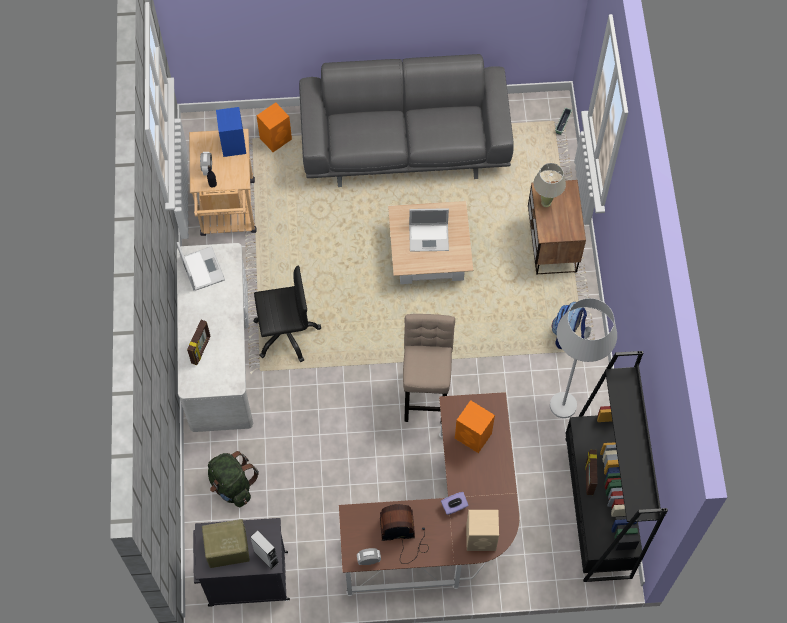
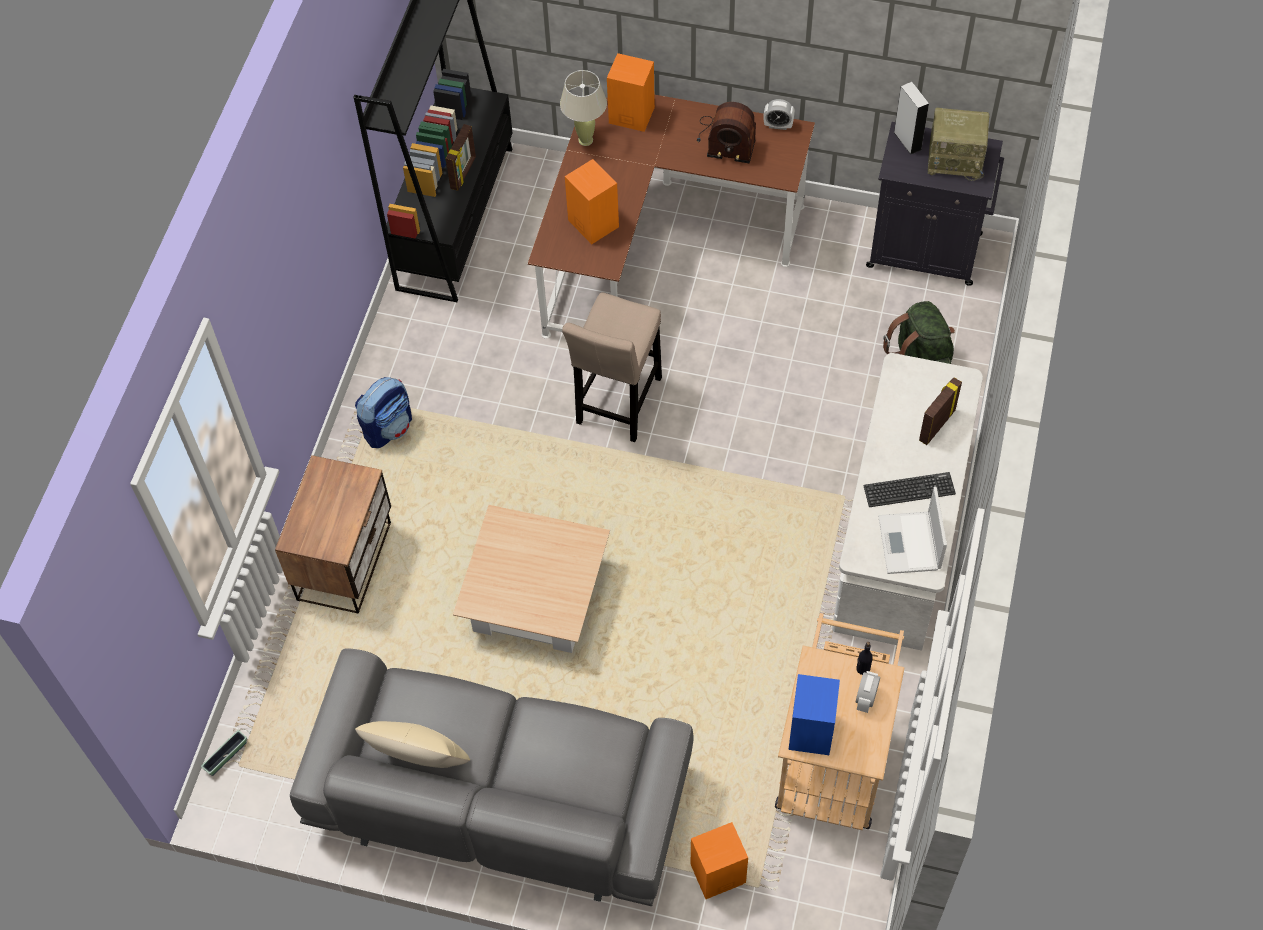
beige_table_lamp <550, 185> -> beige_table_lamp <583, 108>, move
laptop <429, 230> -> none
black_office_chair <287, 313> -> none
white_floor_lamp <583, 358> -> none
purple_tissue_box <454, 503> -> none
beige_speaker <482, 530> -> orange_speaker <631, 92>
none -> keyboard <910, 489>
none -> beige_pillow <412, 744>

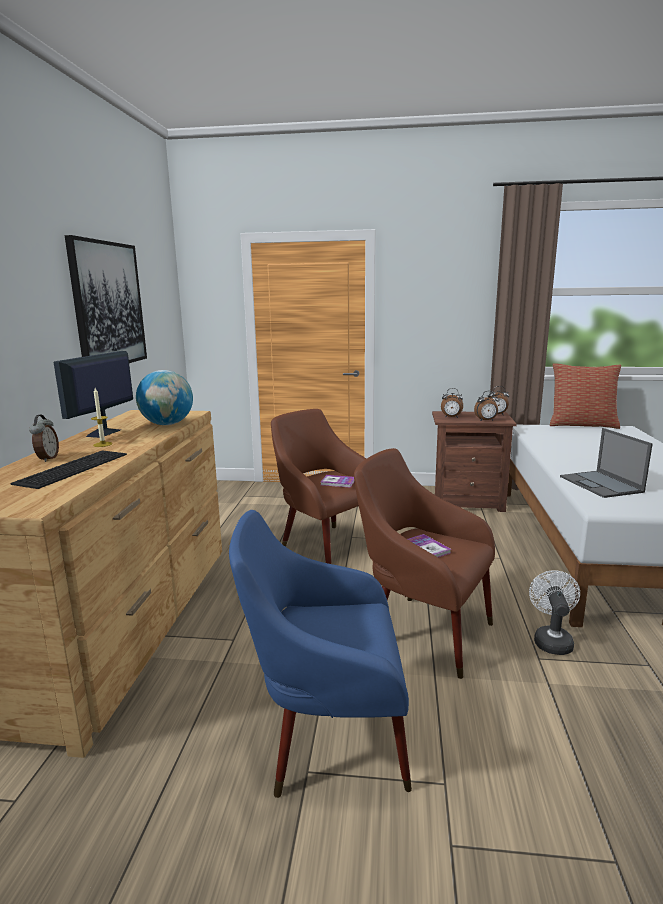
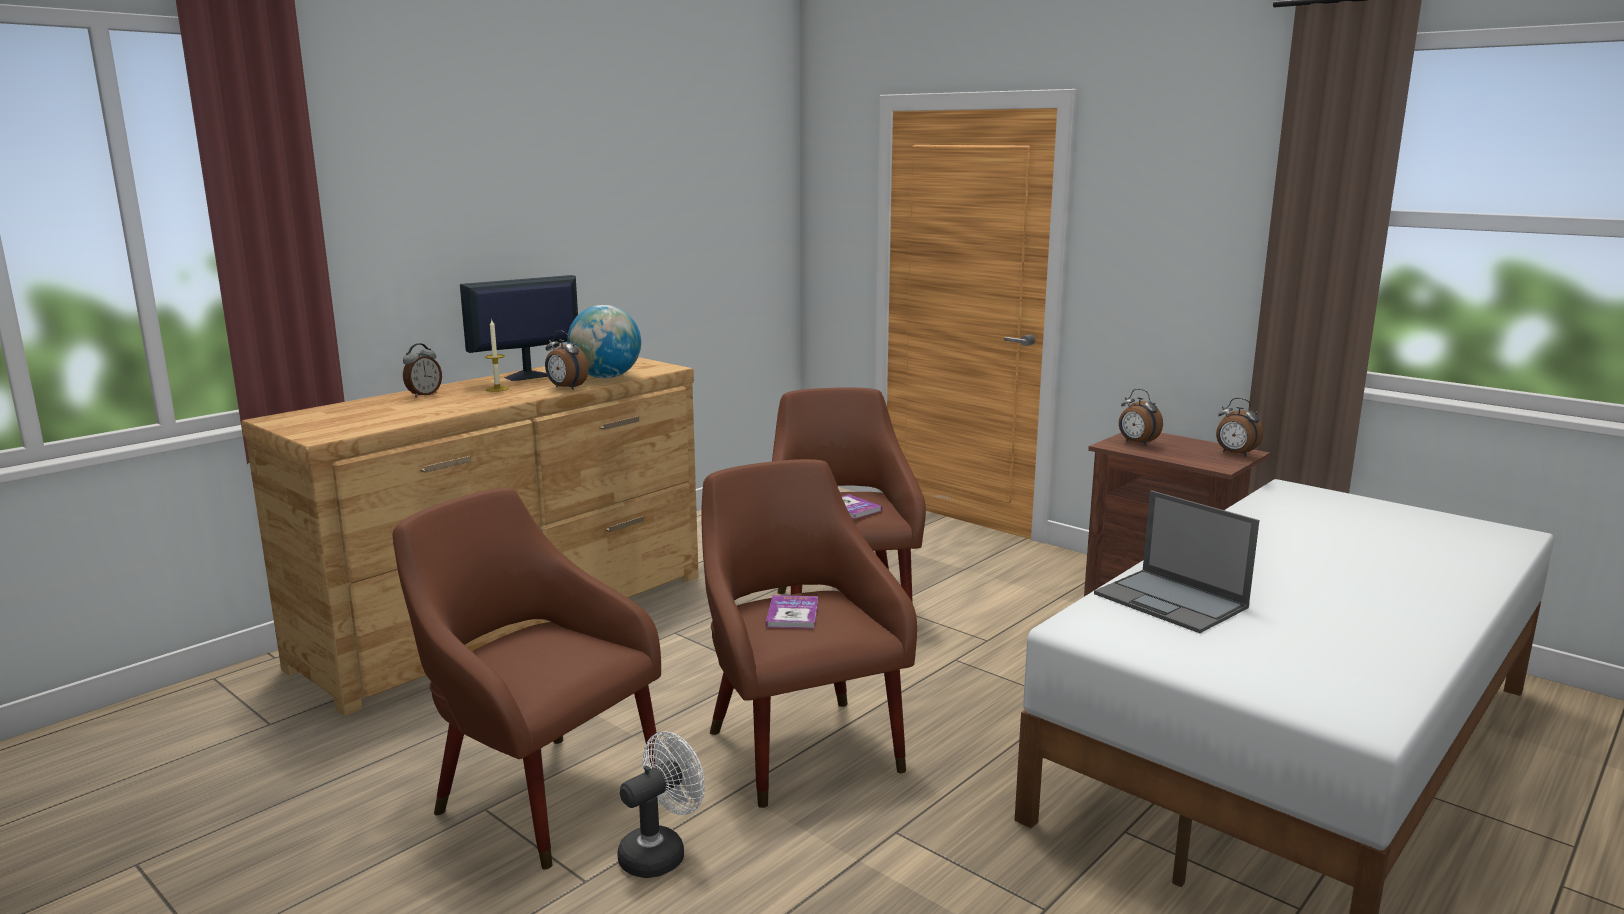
picture <106, 299> -> none
pillow <585, 396> -> none
alarm_clock <486, 406> -> alarm_clock <566, 360>, move
laptop <606, 463> -> laptop <1176, 561>, 60 degrees counterclockwise
keyboard <69, 470> -> none
blue_armchair <320, 654> -> brown_armchair <526, 678>
white_fan <554, 612> -> white_fan <661, 804>, move

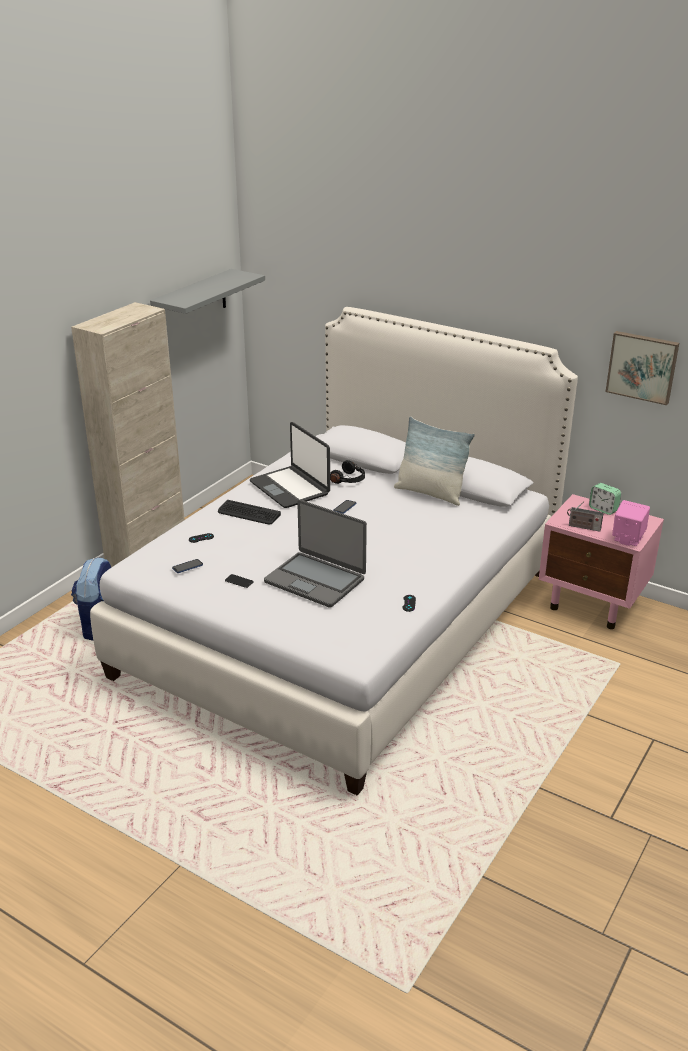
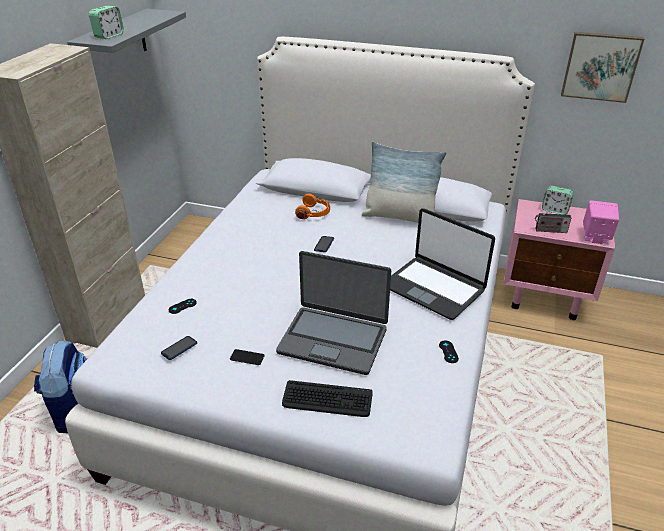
laptop <290, 465> -> laptop <442, 264>, move
black_headphones <347, 472> -> orange_headphones <312, 206>
keyboard <249, 512> -> keyboard <327, 398>, move
none -> alarm_clock <106, 22>

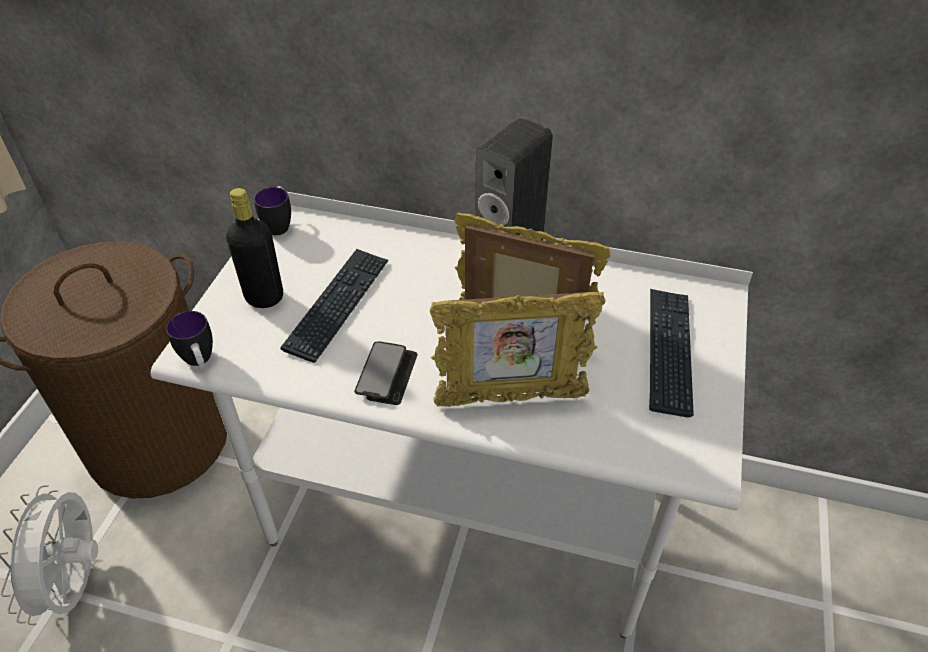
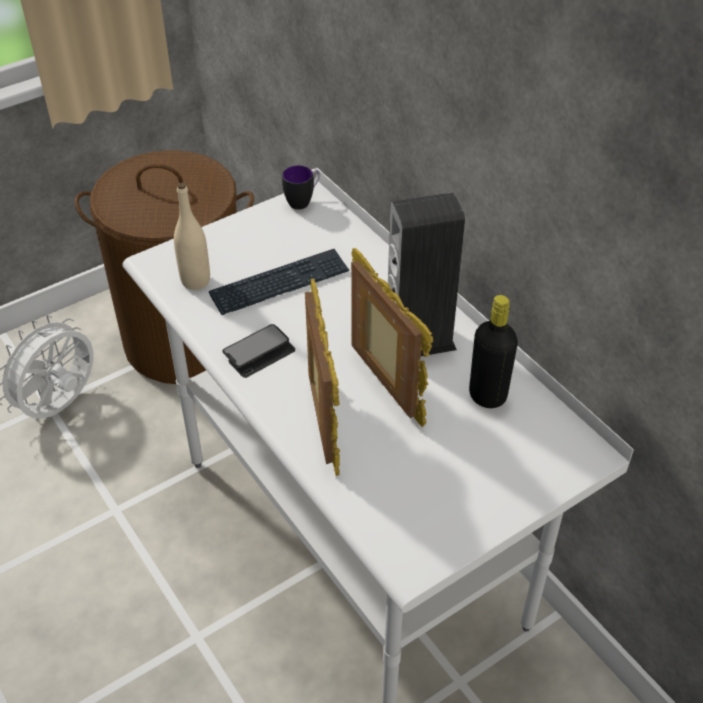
black_bottle <254, 248> -> black_bottle <493, 351>, move
keyboard <671, 353> -> none
picture_frame <518, 349> -> picture_frame <322, 377>, 135 degrees counterclockwise
mug <189, 338> -> none
none -> beige_bottle <192, 236>

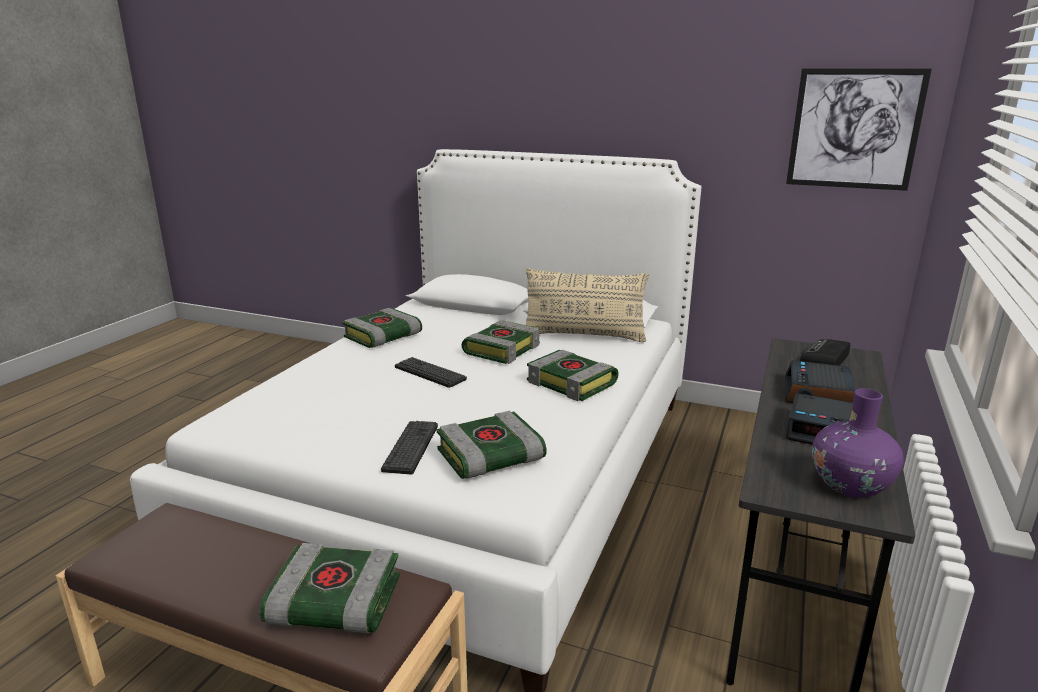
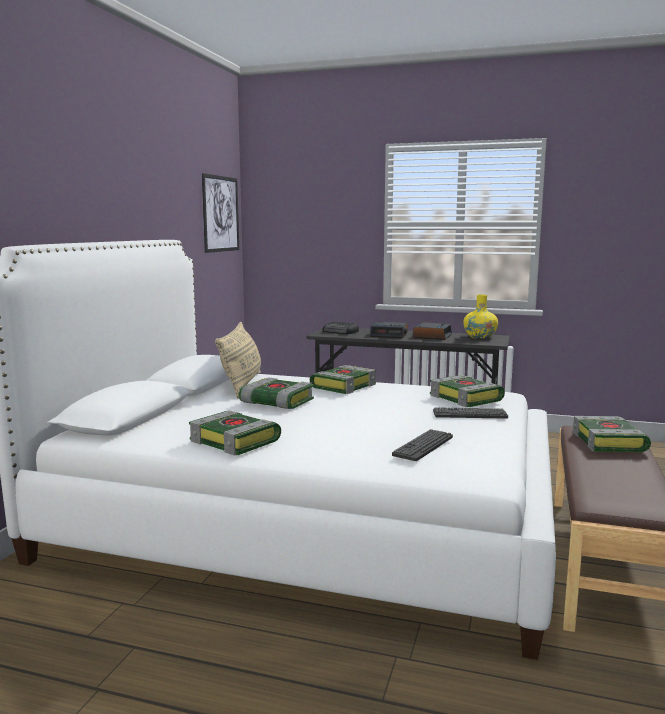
keyboard <431, 372> -> keyboard <422, 445>, move
purple_vase <858, 443> -> yellow_vase <480, 316>

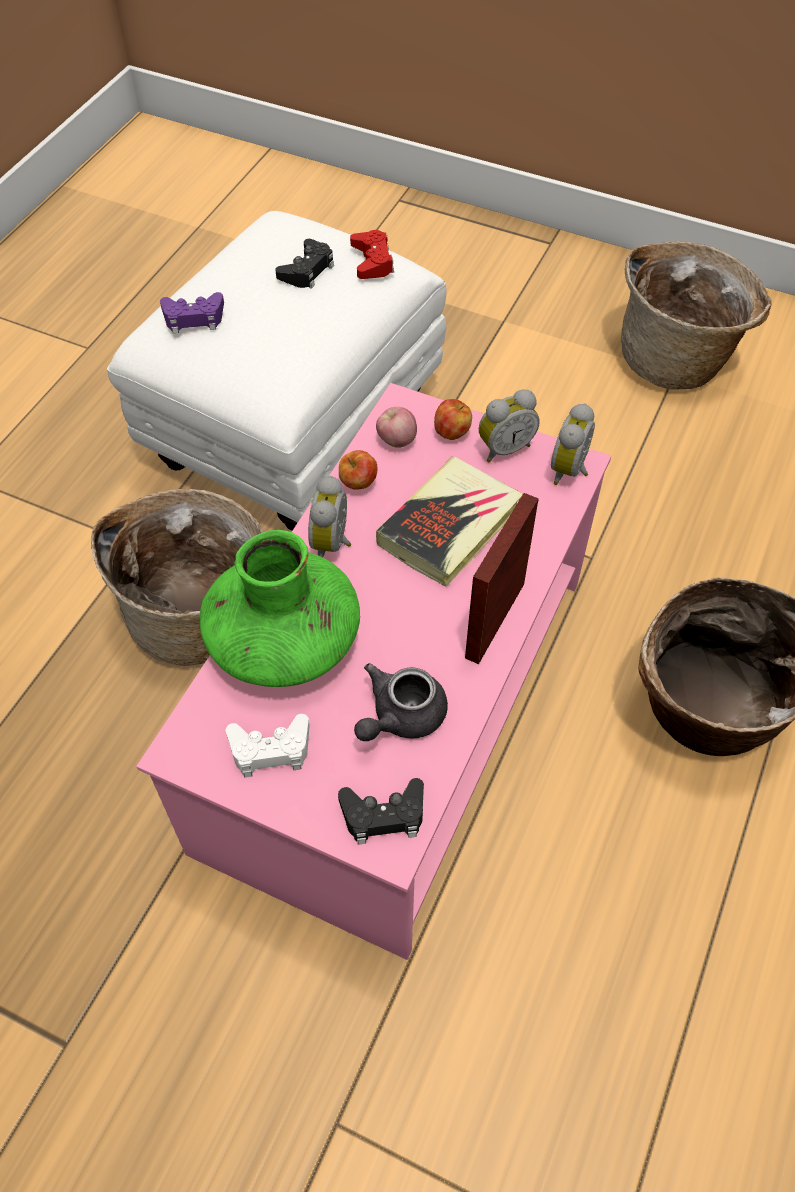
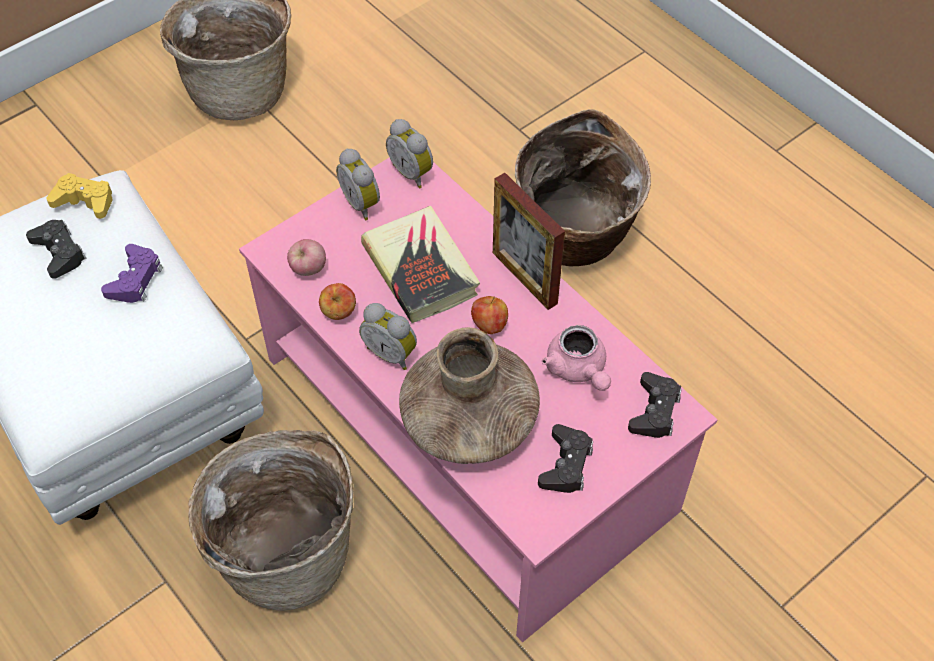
red_game_controller <372, 254> -> yellow_game_controller <79, 196>
purple_game_controller <192, 312> -> purple_game_controller <132, 273>, move
alarm_clock <509, 425> -> alarm_clock <358, 184>, 150 degrees clockwise
apple <453, 419> -> apple <489, 315>, move
green_vase <280, 608> -> brown_vase <469, 395>
grey_teapot <401, 702> -> pink_teapot <576, 358>
white_game_controller <268, 745> -> black_game_controller <565, 458>

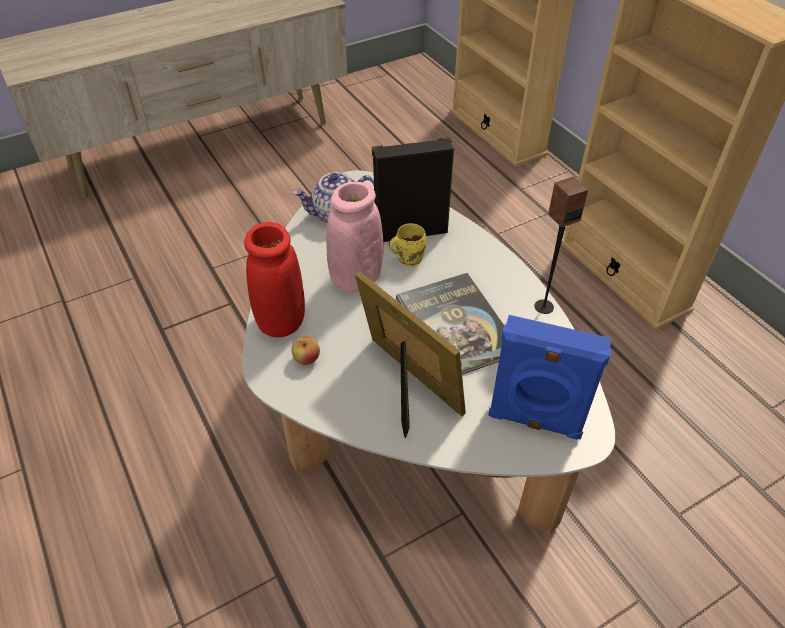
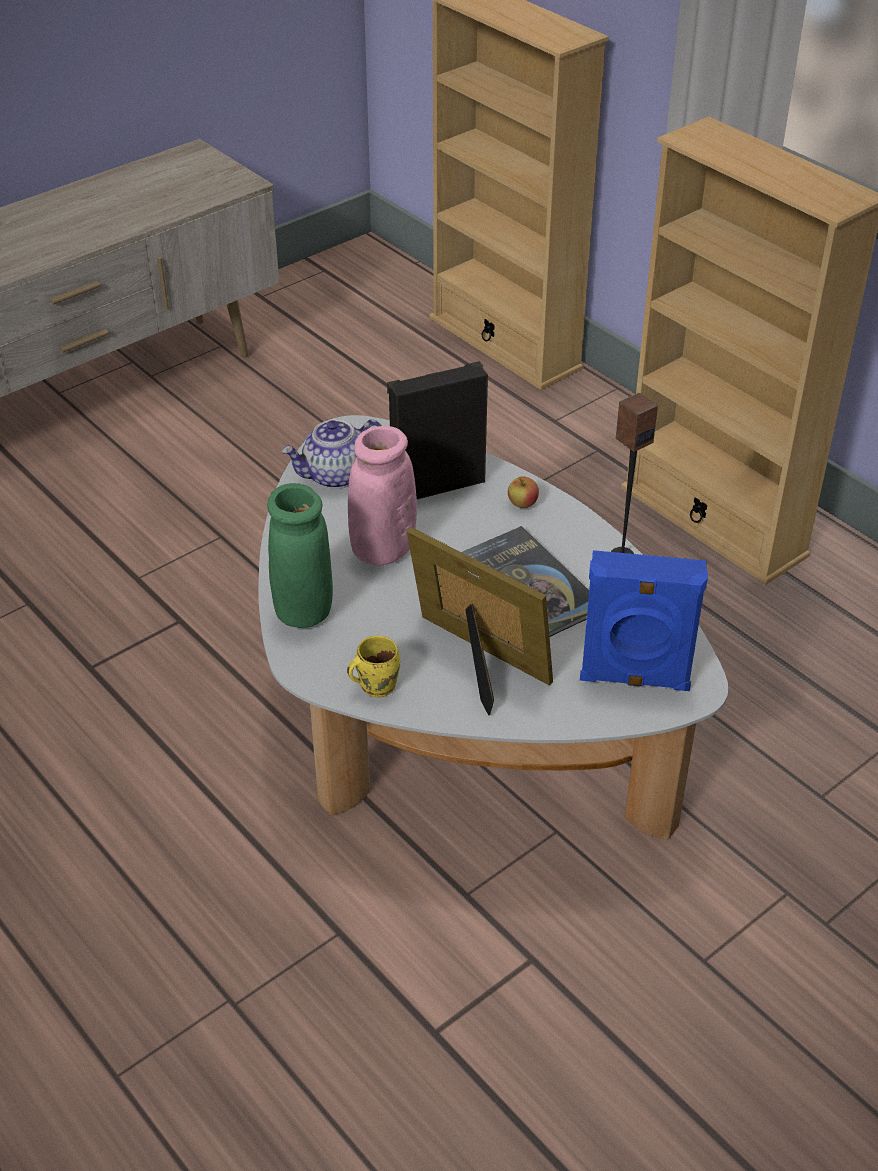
red_vase <274, 279> -> green_vase <300, 555>
yellow_mug <407, 245> -> yellow_mug <373, 666>, move
apple <305, 350> -> apple <523, 492>, move

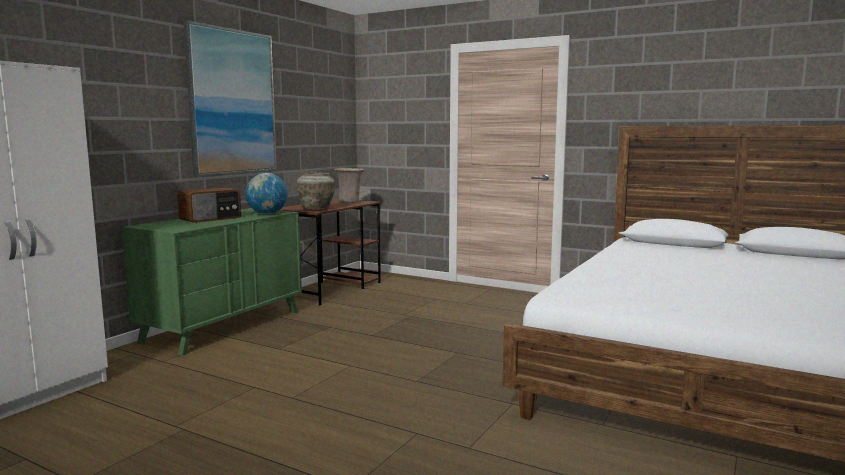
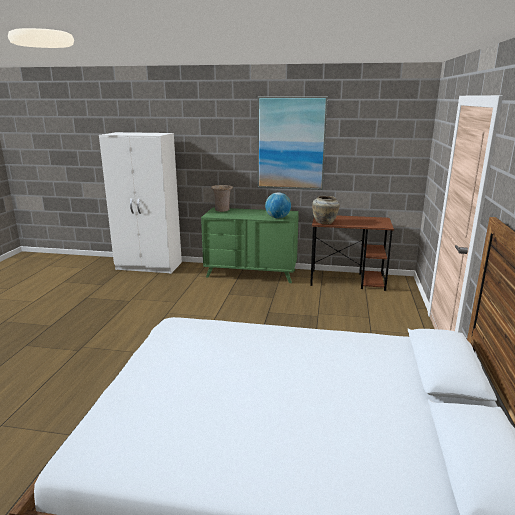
beige_vase <349, 185> -> beige_vase <222, 198>, move
radio <209, 205> -> none

